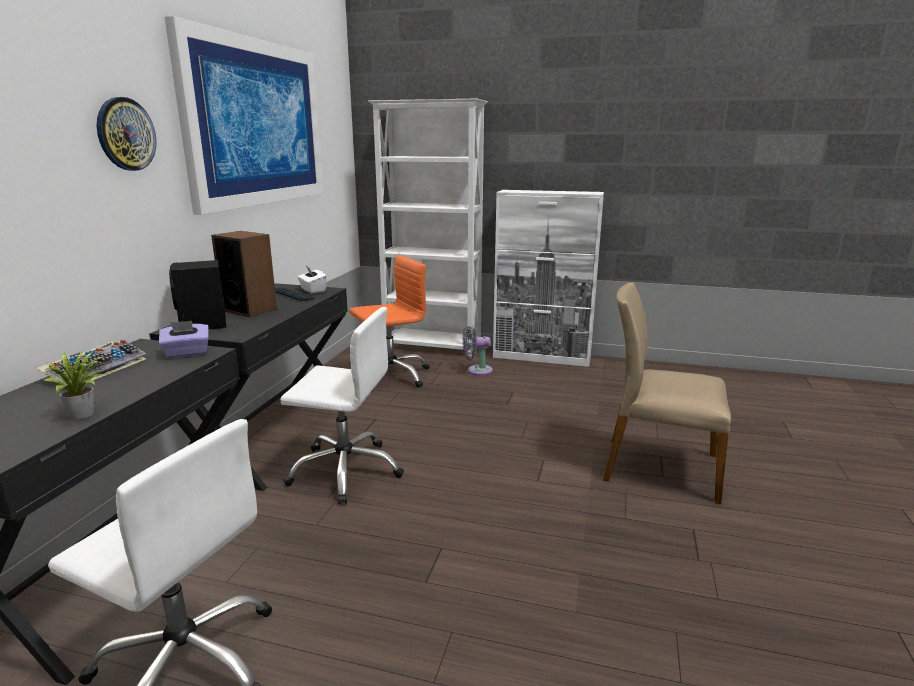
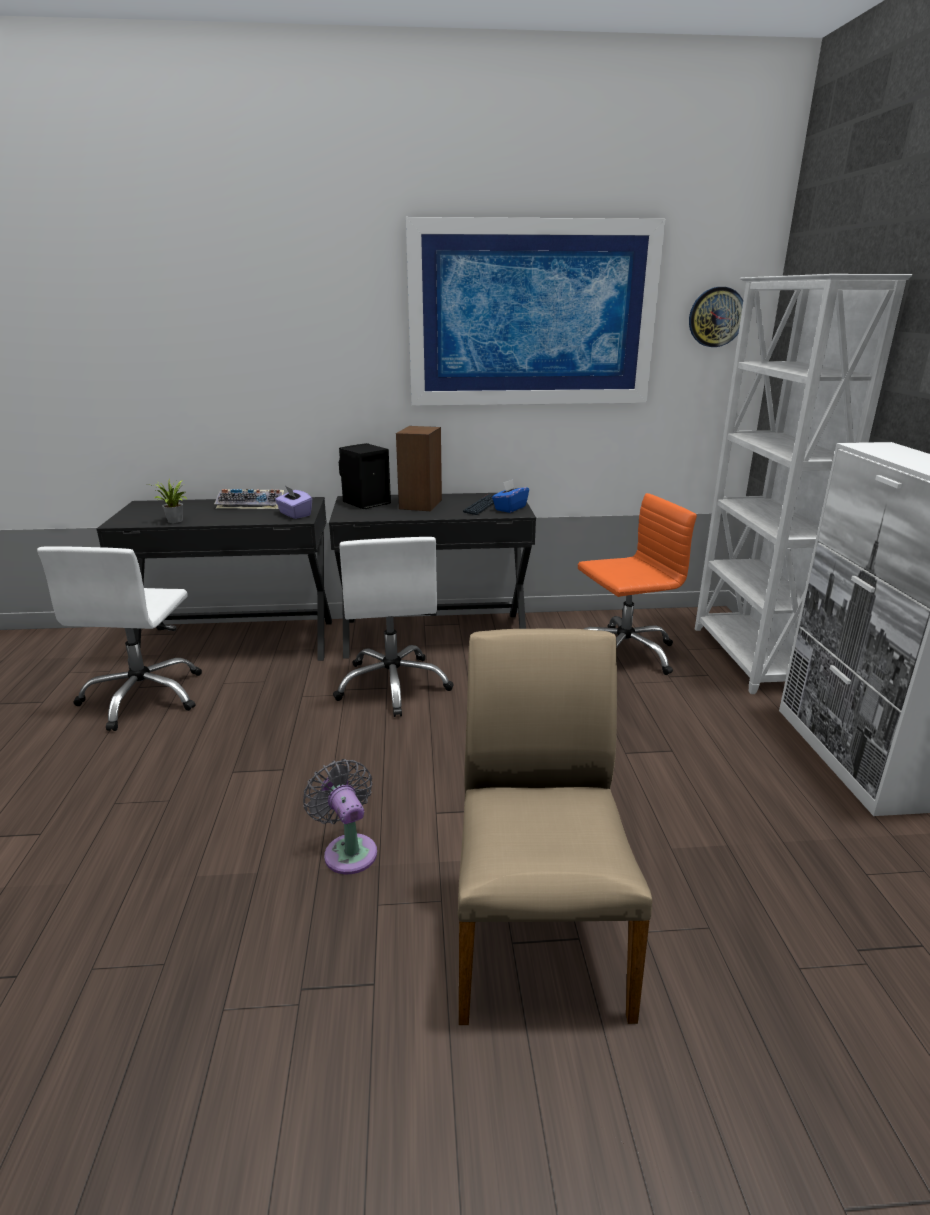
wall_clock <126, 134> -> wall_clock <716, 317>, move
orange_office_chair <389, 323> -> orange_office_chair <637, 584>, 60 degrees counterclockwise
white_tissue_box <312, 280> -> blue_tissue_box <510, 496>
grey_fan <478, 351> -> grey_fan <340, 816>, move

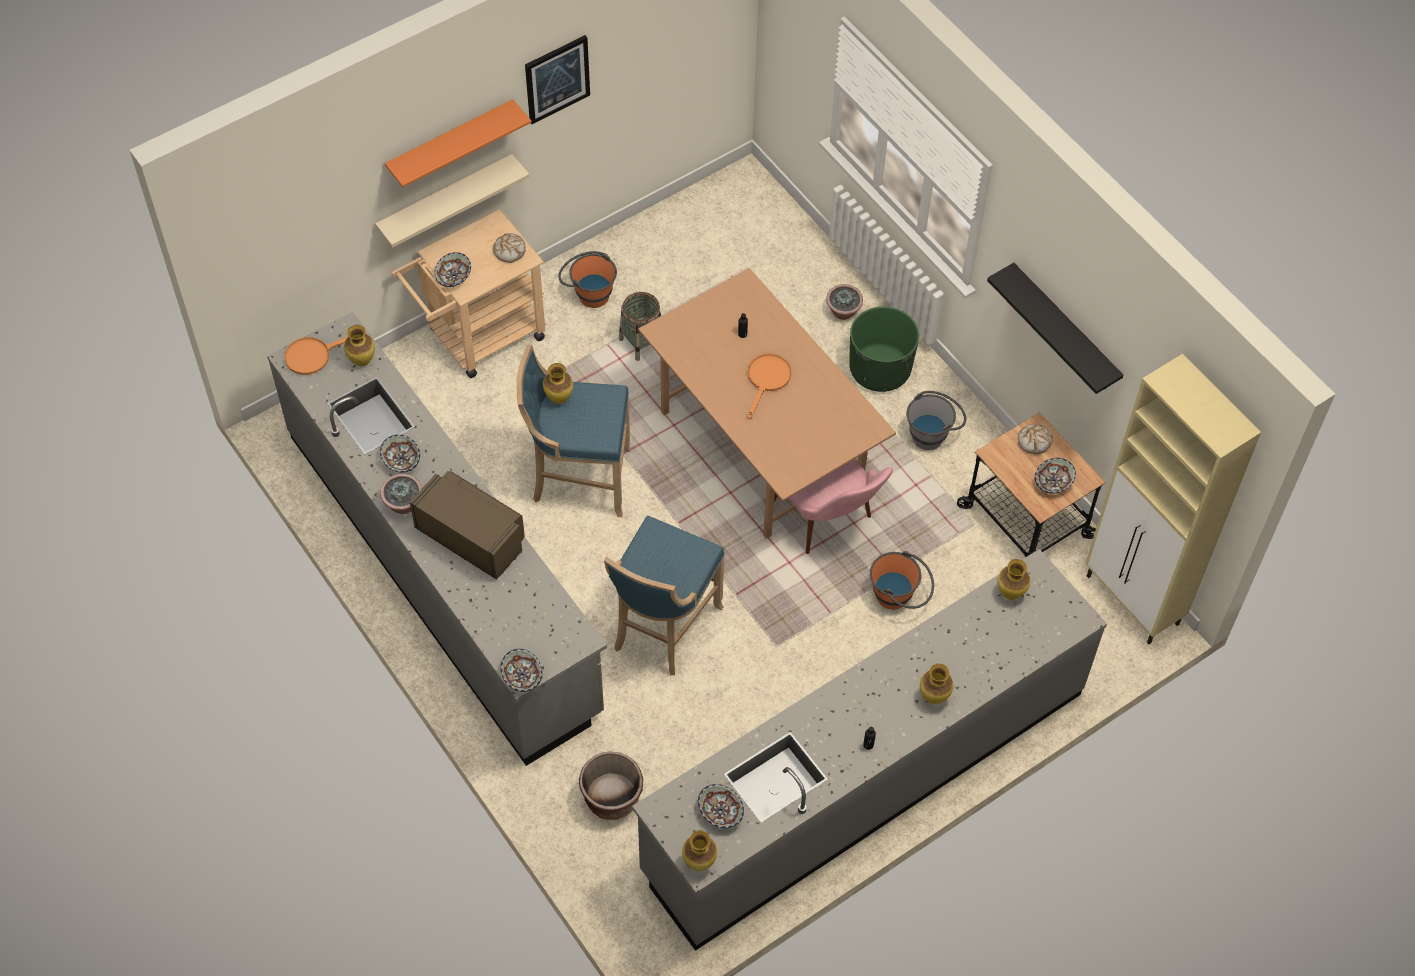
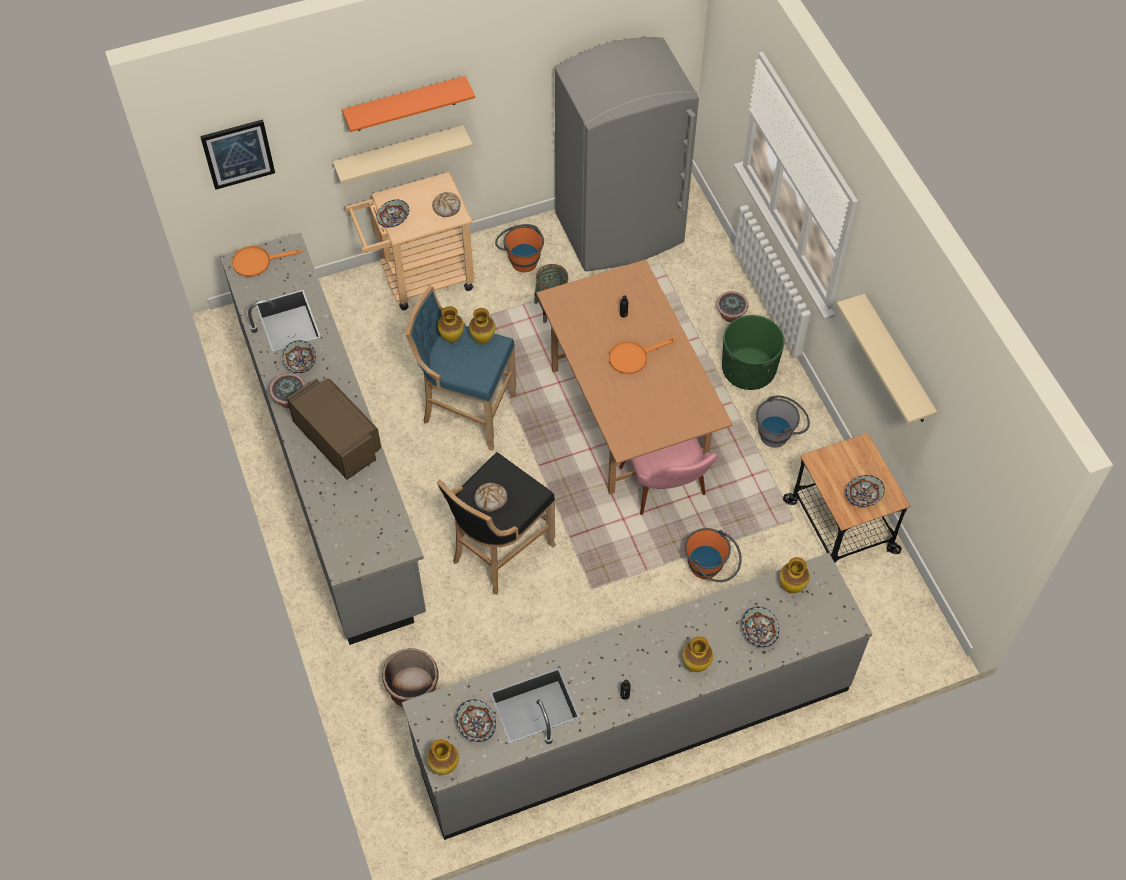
picture <557, 79> -> picture <237, 154>, move
black_shelf <1055, 328> -> beige_shelf <887, 359>
vase <359, 345> -> vase <482, 326>, move
orange_frying_pan <769, 386> -> orange_frying_pan <642, 356>, 150 degrees counterclockwise
beige_cabinet <1173, 499> -> none
bread <1035, 439> -> bread <490, 497>, move
blue_stool <664, 596> -> black_stool <496, 523>
bowl <521, 670> -> bowl <760, 627>, move
none -> grey_fridge <627, 154>

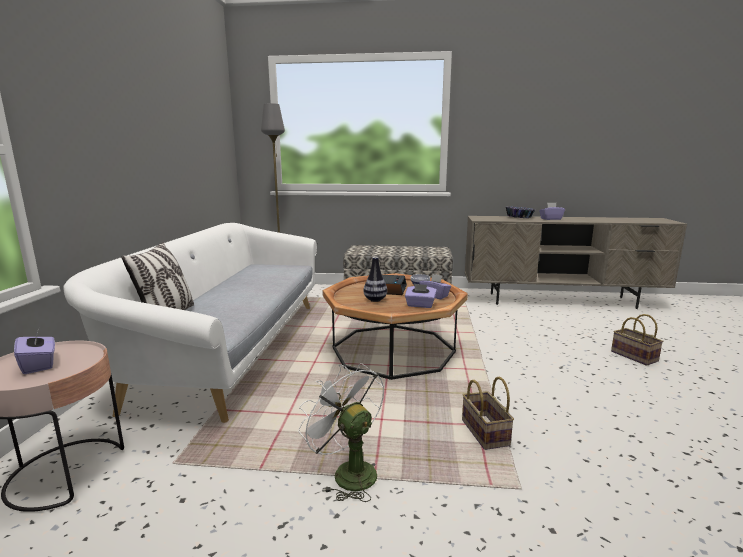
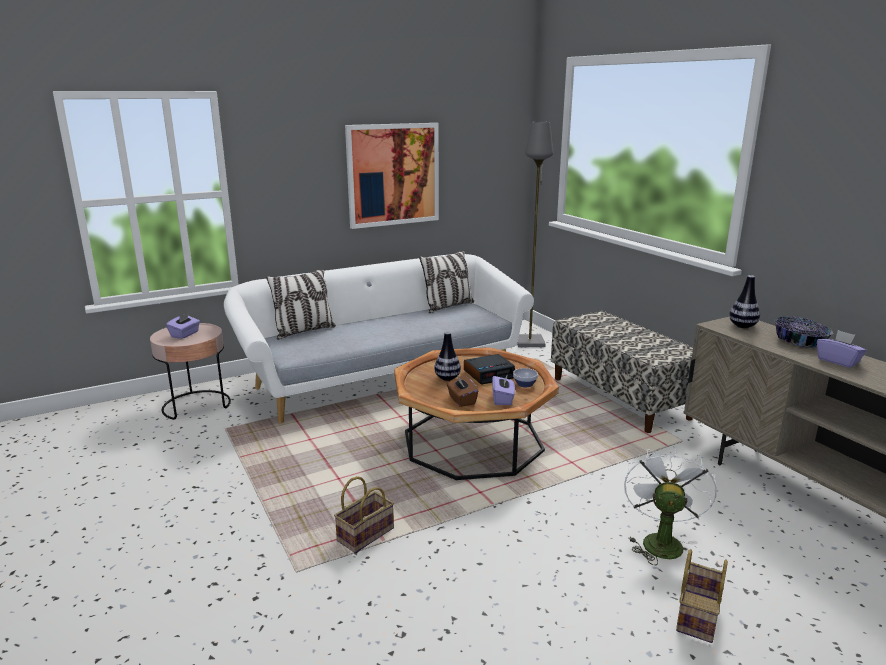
purple_tissue_box <421, 296> -> brown_tissue_box <462, 391>
white_fan <341, 432> -> white_fan <670, 505>, move
none -> picture <392, 176>
none -> pillow <446, 281>
none -> vase <744, 301>

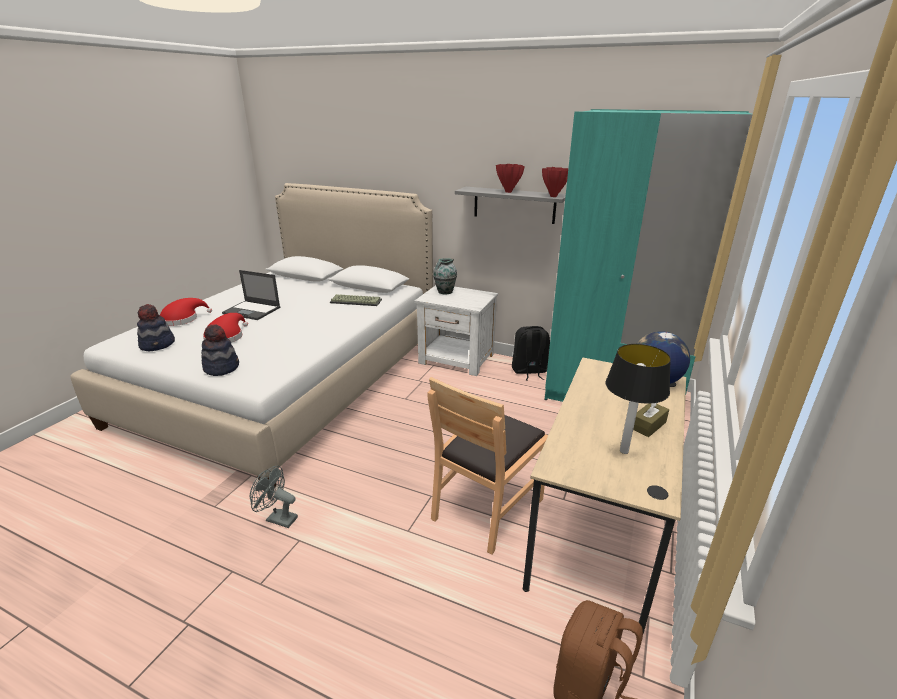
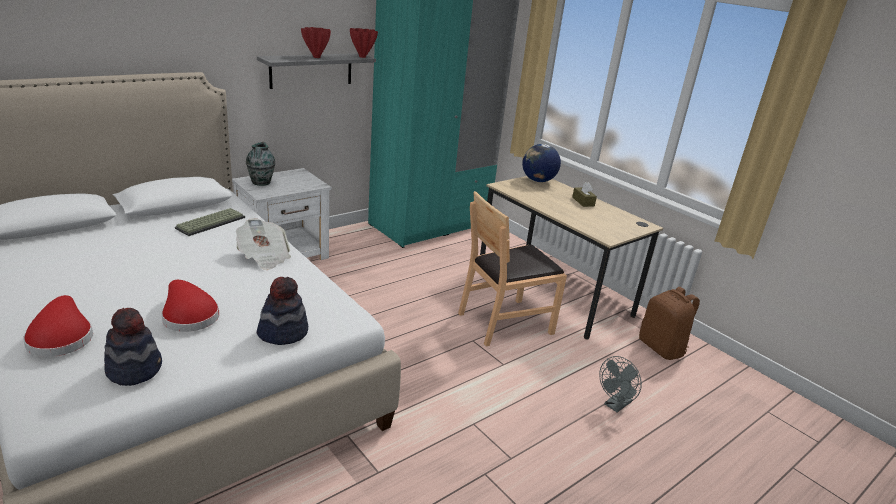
laptop <251, 295> -> none
black_backpack <531, 353> -> none
table_lamp <638, 399> -> none
brown_chair <487, 466> -> brown_chair <512, 268>, 90 degrees clockwise
grey_fan <274, 497> -> grey_fan <620, 384>, move
none -> newspaper <263, 244>

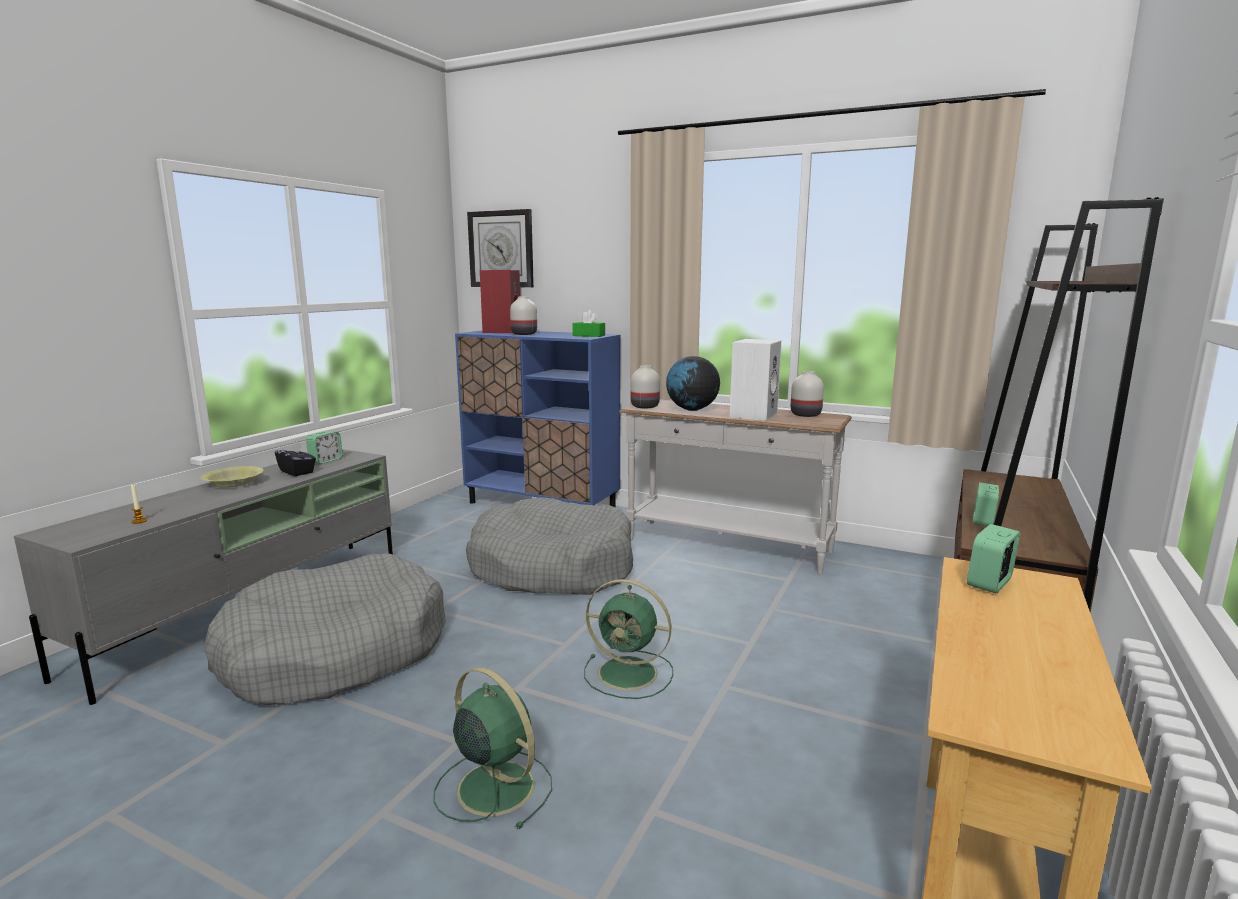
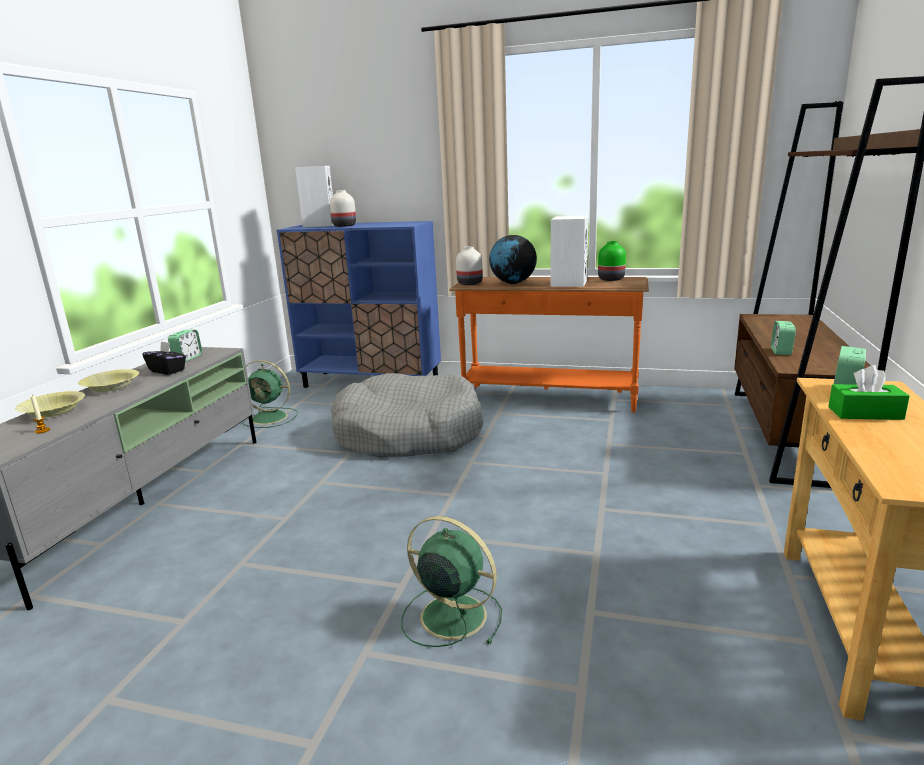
wall_clock <500, 248> -> none
red_speaker <500, 301> -> white_speaker <314, 196>
green_tissue_box <588, 323> -> green_tissue_box <869, 392>, move
white_vase <807, 394> -> green_vase <612, 261>
white_console_table <735, 487> -> orange_console_table <549, 344>
grey_dog_bed <325, 629> -> none
green_fan <628, 639> -> green_fan <270, 394>, move
none -> yellow_bowl <50, 404>

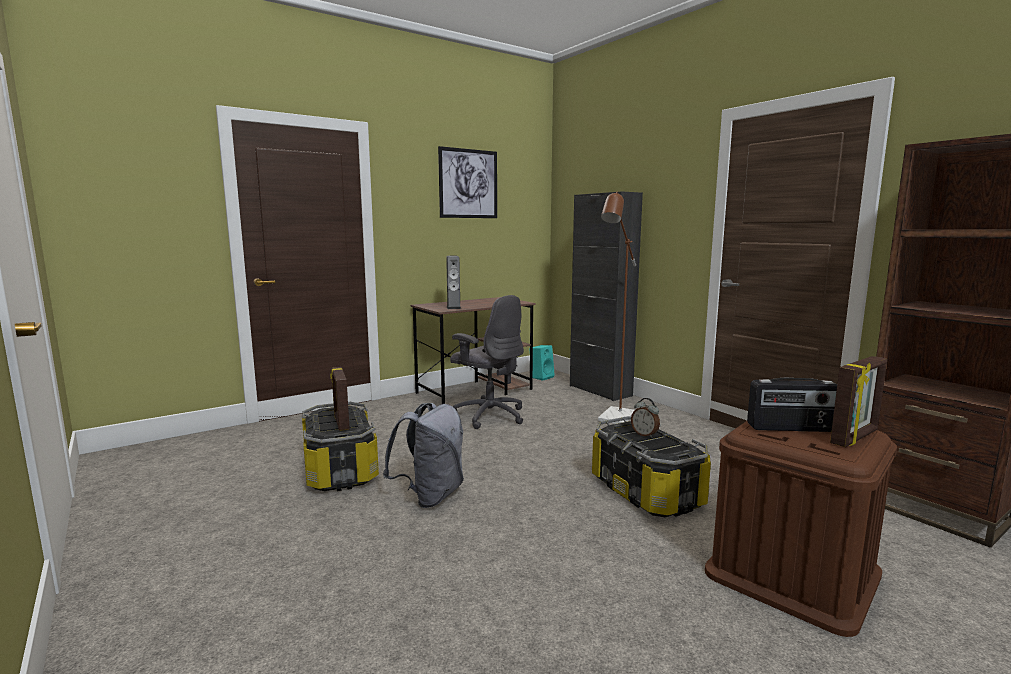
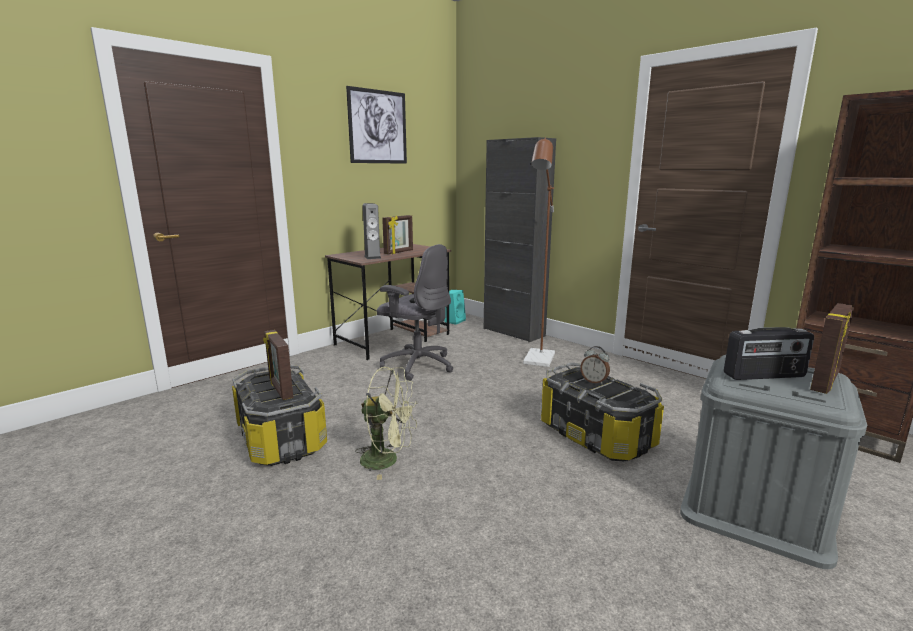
grey_backpack <423, 455> -> green_fan <386, 423>
brown_storage_box <801, 529> -> grey_storage_box <773, 462>
none -> picture_frame <397, 234>

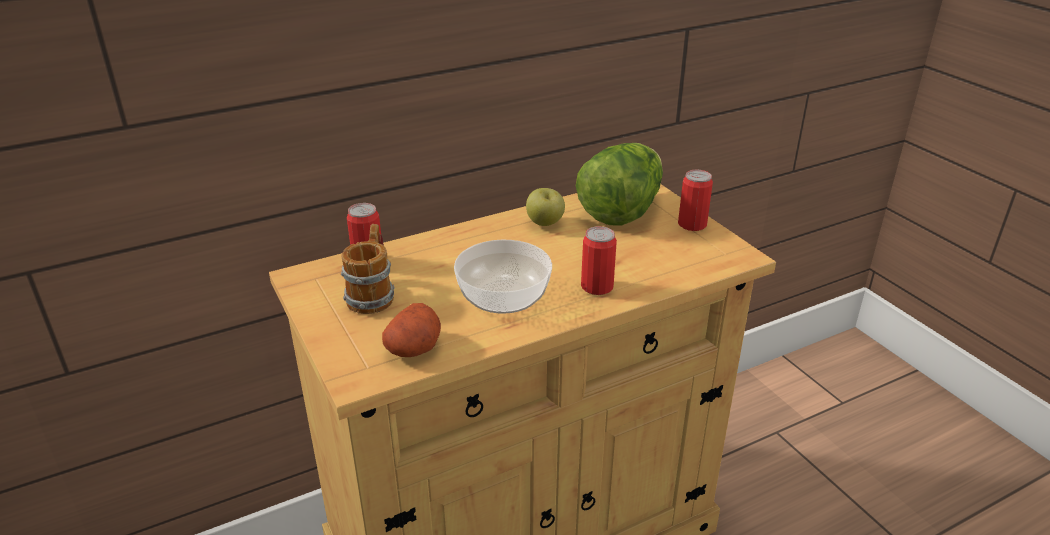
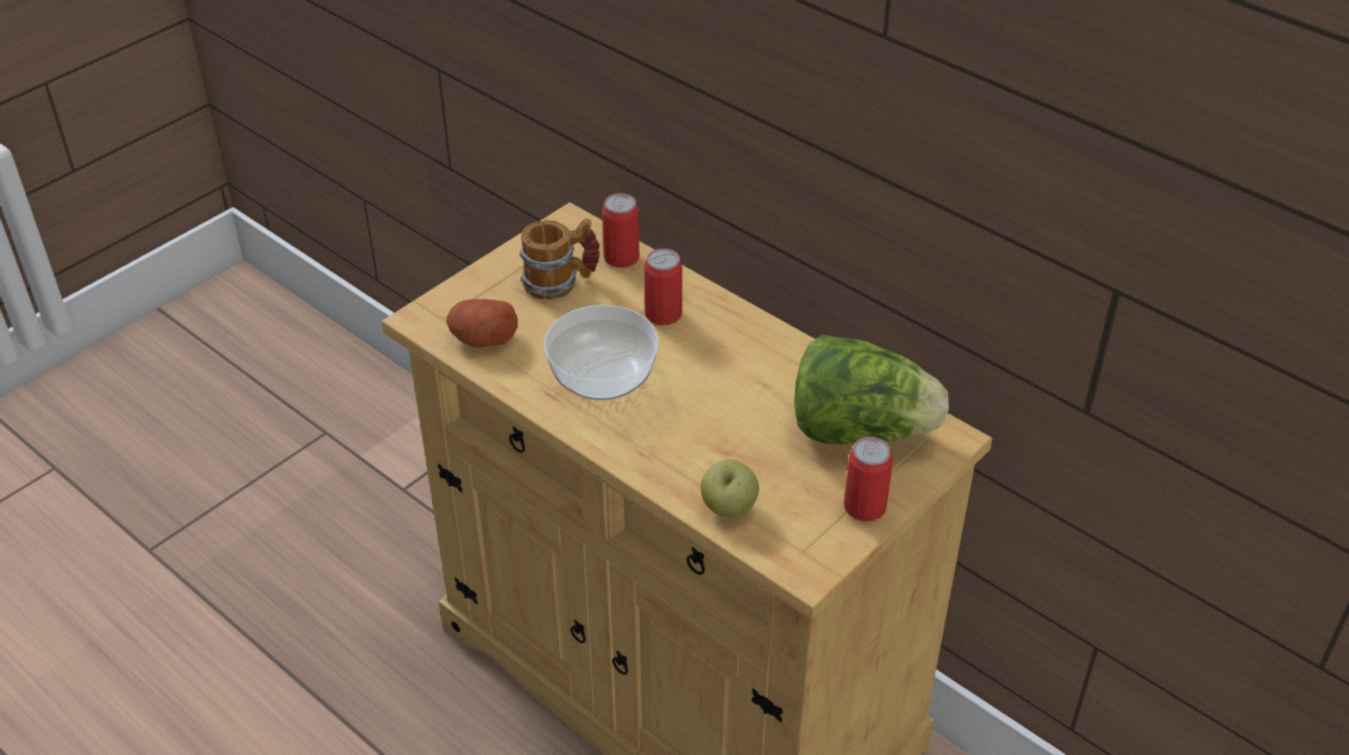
apple <545, 207> -> apple <729, 488>, move
can <599, 260> -> can <663, 286>, move

